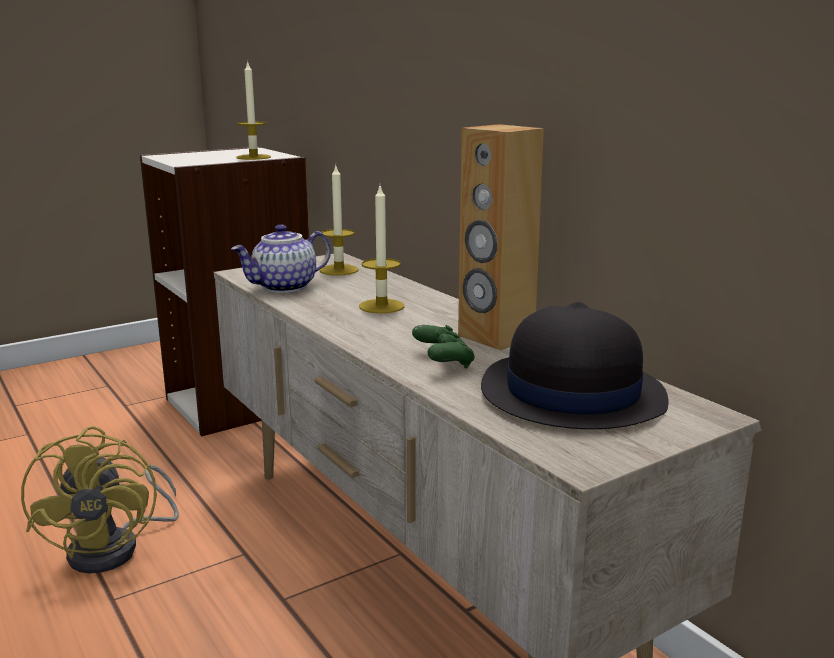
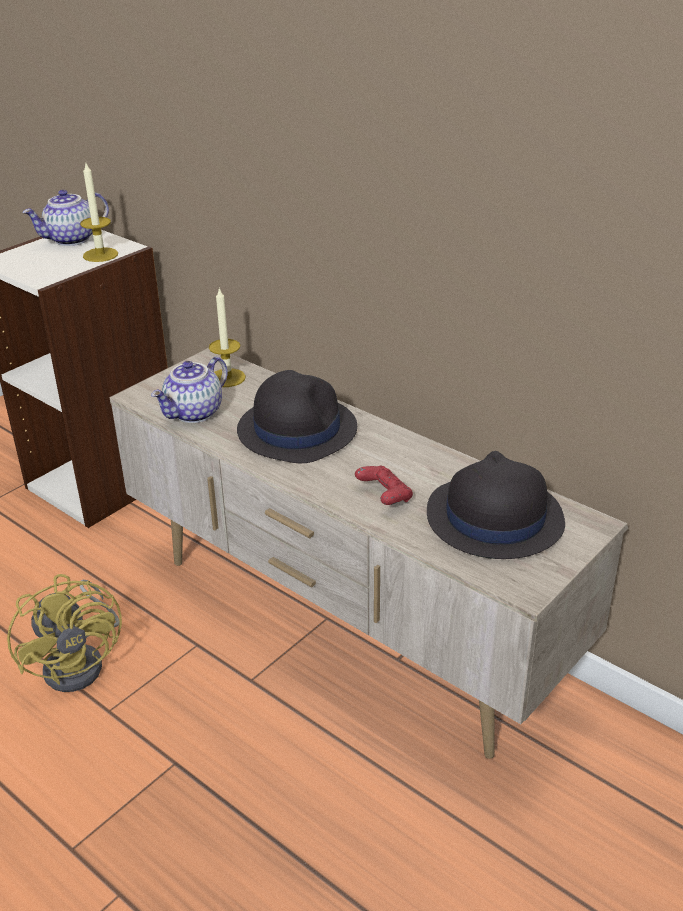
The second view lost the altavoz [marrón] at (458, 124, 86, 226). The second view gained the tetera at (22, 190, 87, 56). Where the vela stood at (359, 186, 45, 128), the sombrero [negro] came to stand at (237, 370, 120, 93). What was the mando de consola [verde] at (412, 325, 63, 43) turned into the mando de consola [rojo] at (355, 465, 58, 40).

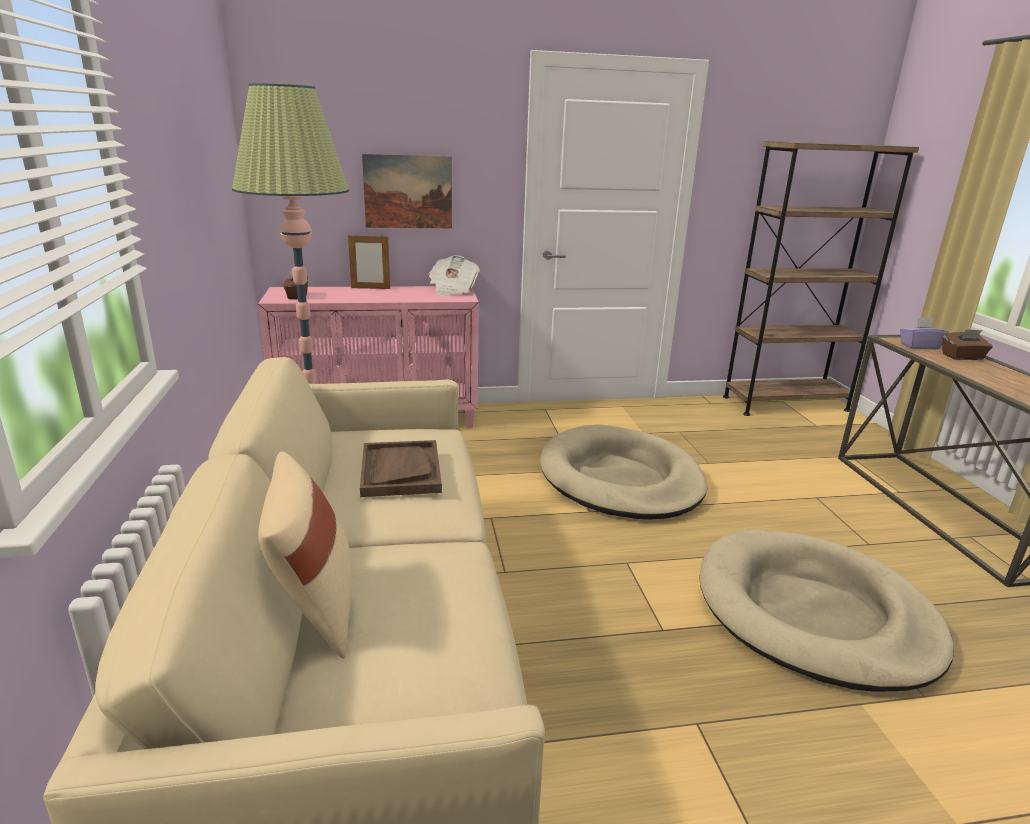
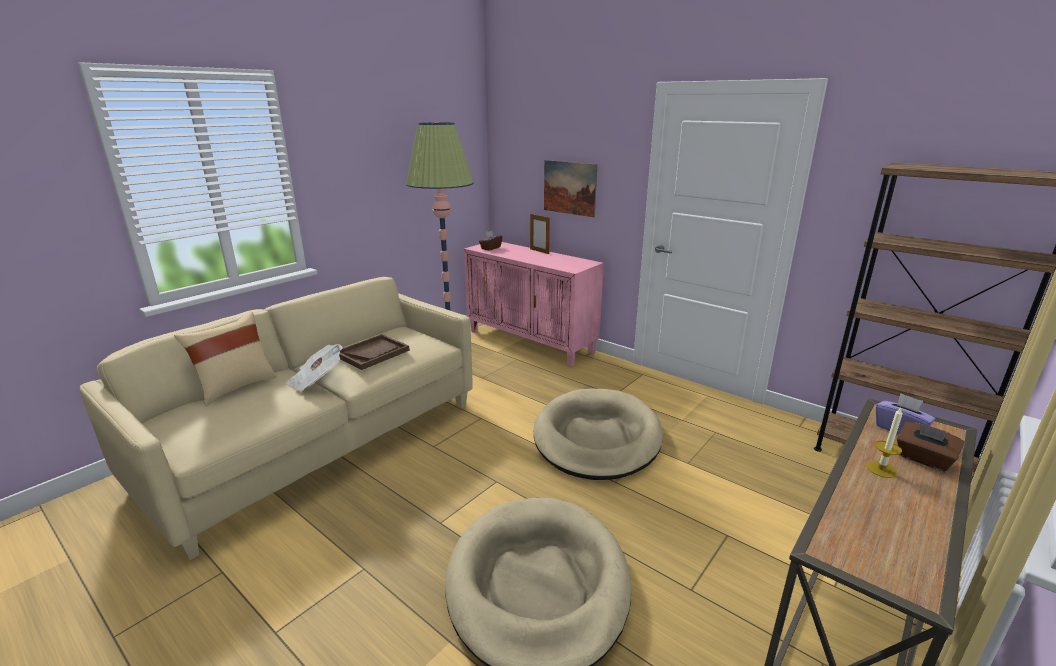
The second view gained the vela at (866, 408, 37, 70). The periódico ended up elsewhere, having gone from (428, 255, 52, 41) to (286, 344, 57, 47).

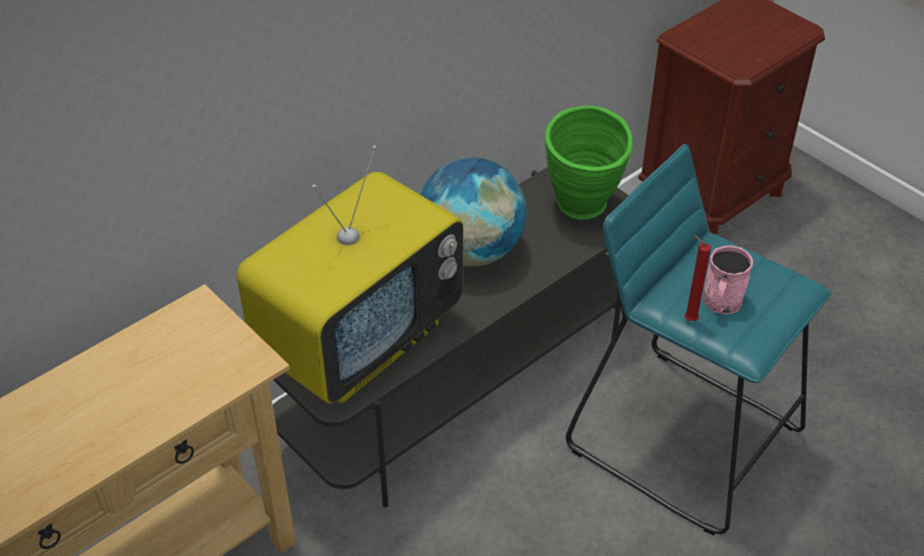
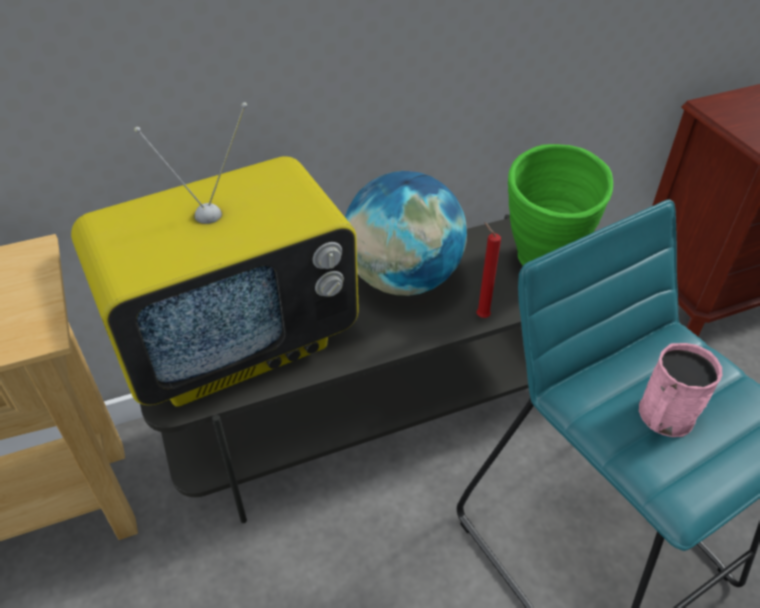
The vela [rojo] ended up elsewhere, having gone from (685, 235, 26, 86) to (476, 222, 25, 96).

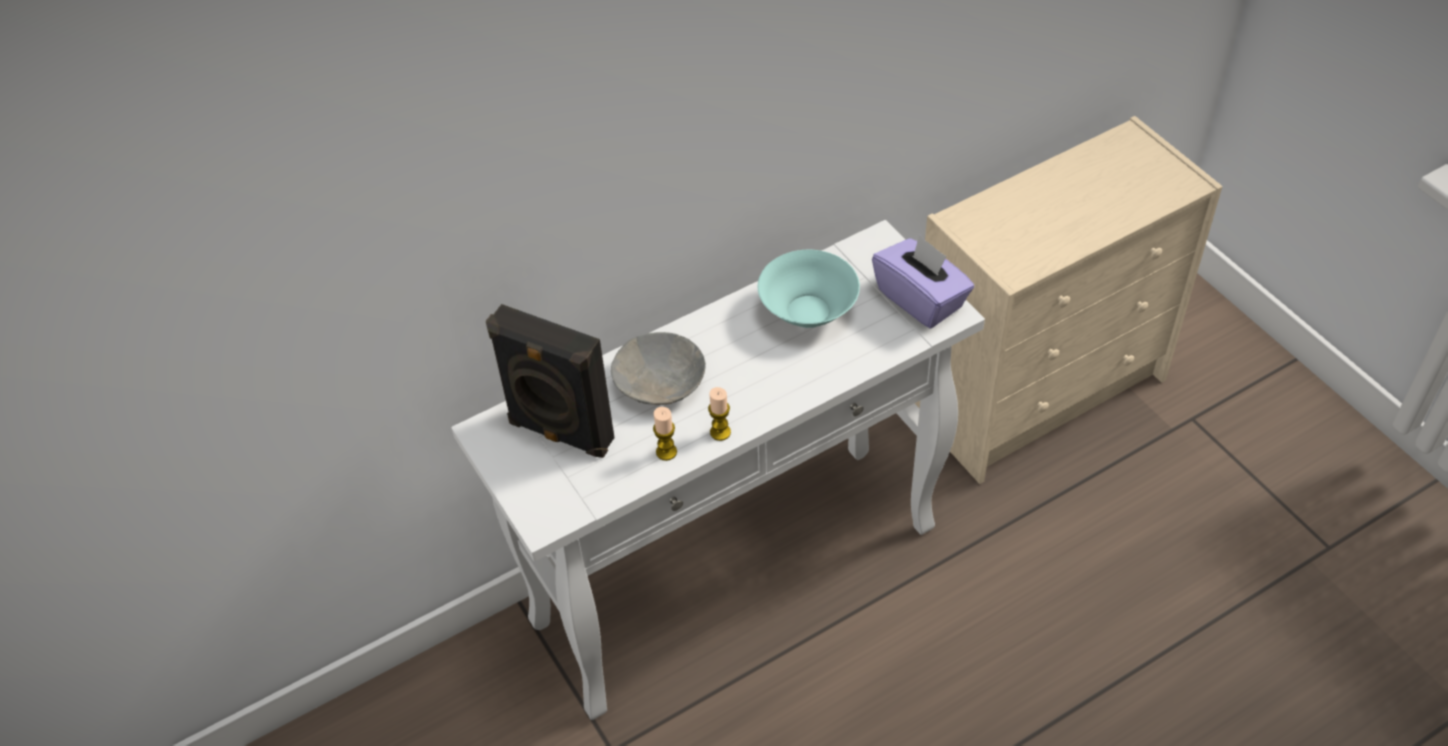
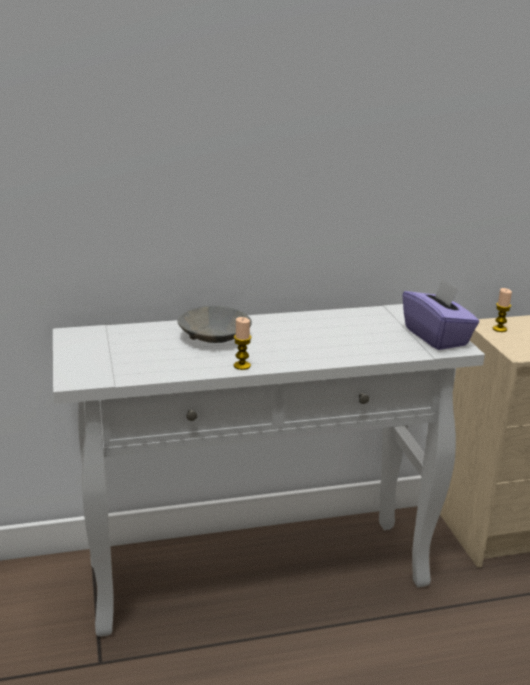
The second view lost the altavoz [negro] at (486, 304, 128, 154). The second view lost the cuenco [turquesa] at (758, 250, 102, 78). The vela ended up elsewhere, having gone from (653, 407, 24, 54) to (493, 288, 19, 44).

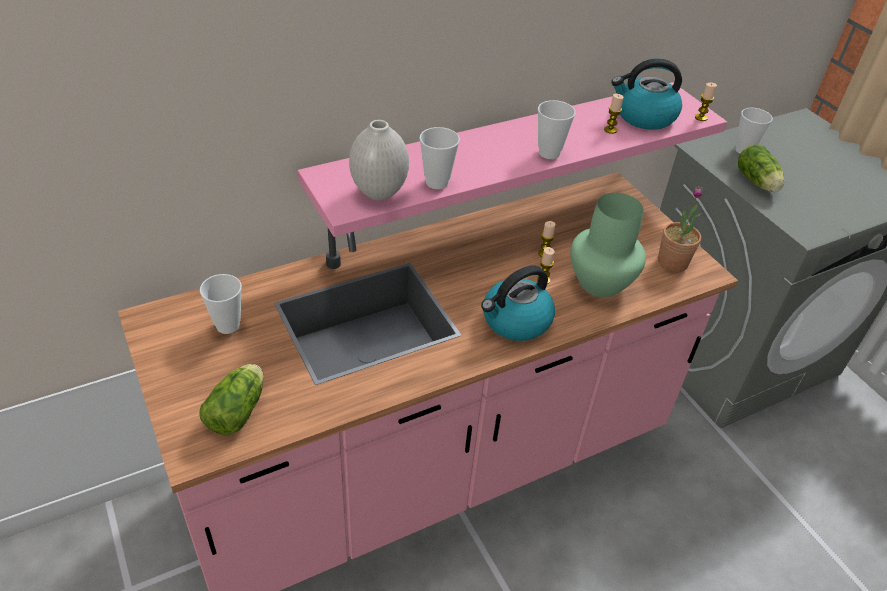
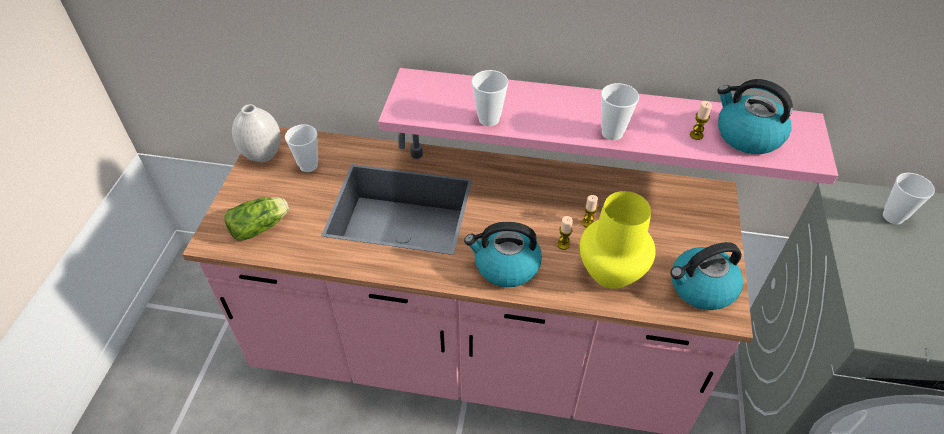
The second view lost the vela at (695, 83, 22, 38). The second view lost the lechuga at (738, 145, 46, 47). The florero [blanco] ended up elsewhere, having gone from (349, 120, 60, 81) to (232, 104, 49, 58). Where the planta en maceta stood at (658, 186, 45, 86), the hervidor came to stand at (670, 242, 73, 68). What was the florero [verde] at (570, 193, 76, 105) turned into the florero [amarillo] at (580, 191, 76, 98).

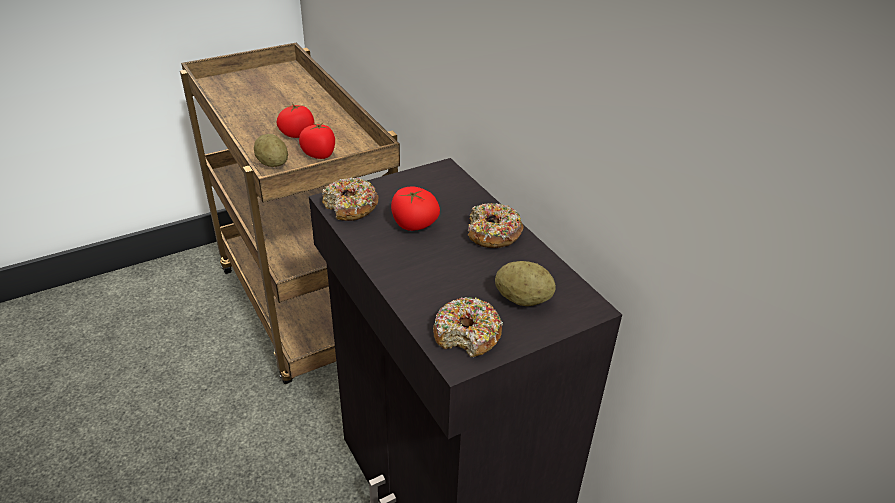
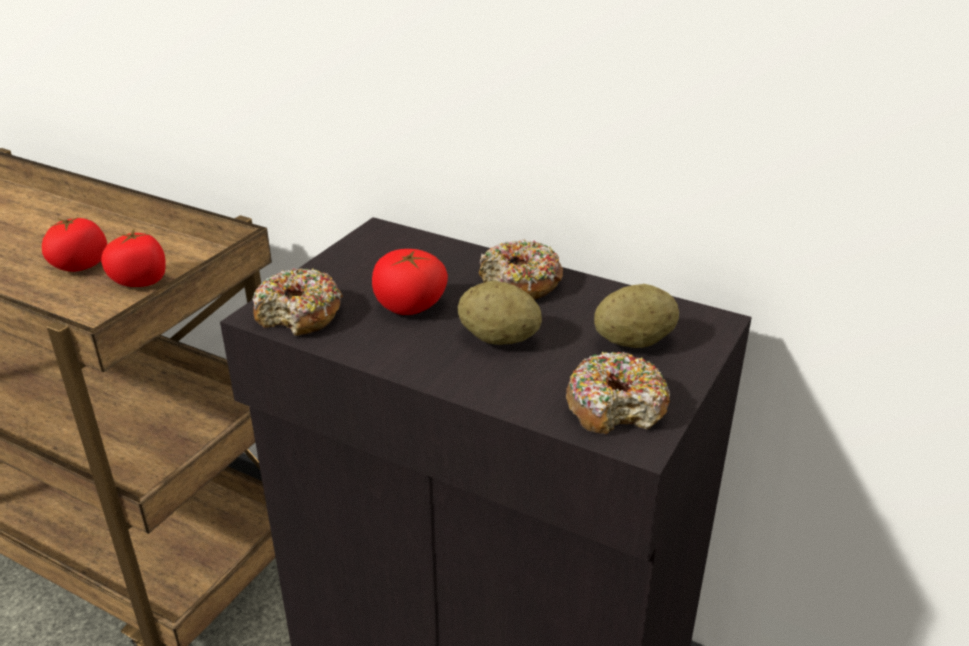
The patata ended up elsewhere, having gone from (254, 134, 34, 33) to (458, 281, 84, 64).

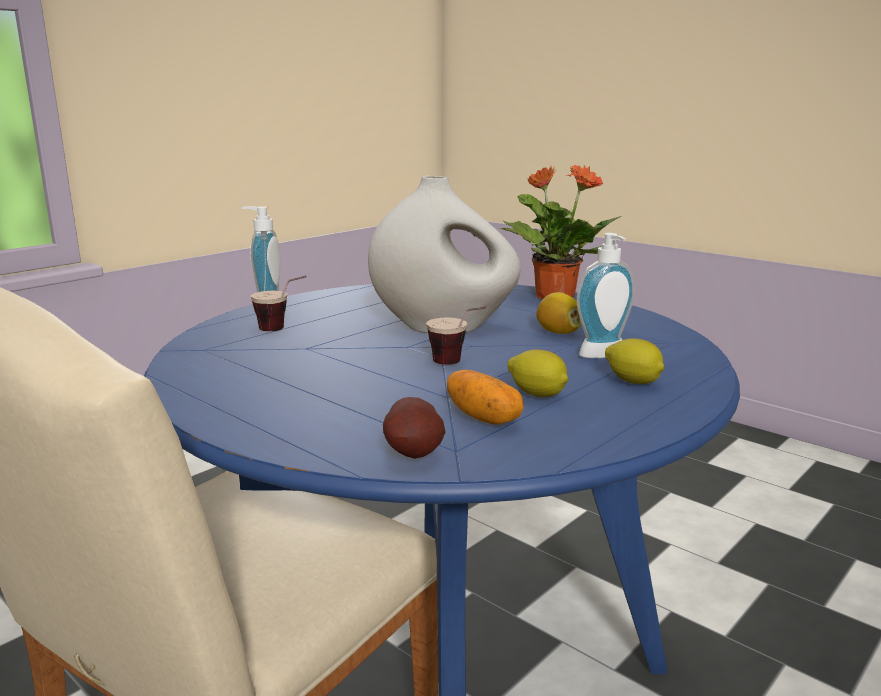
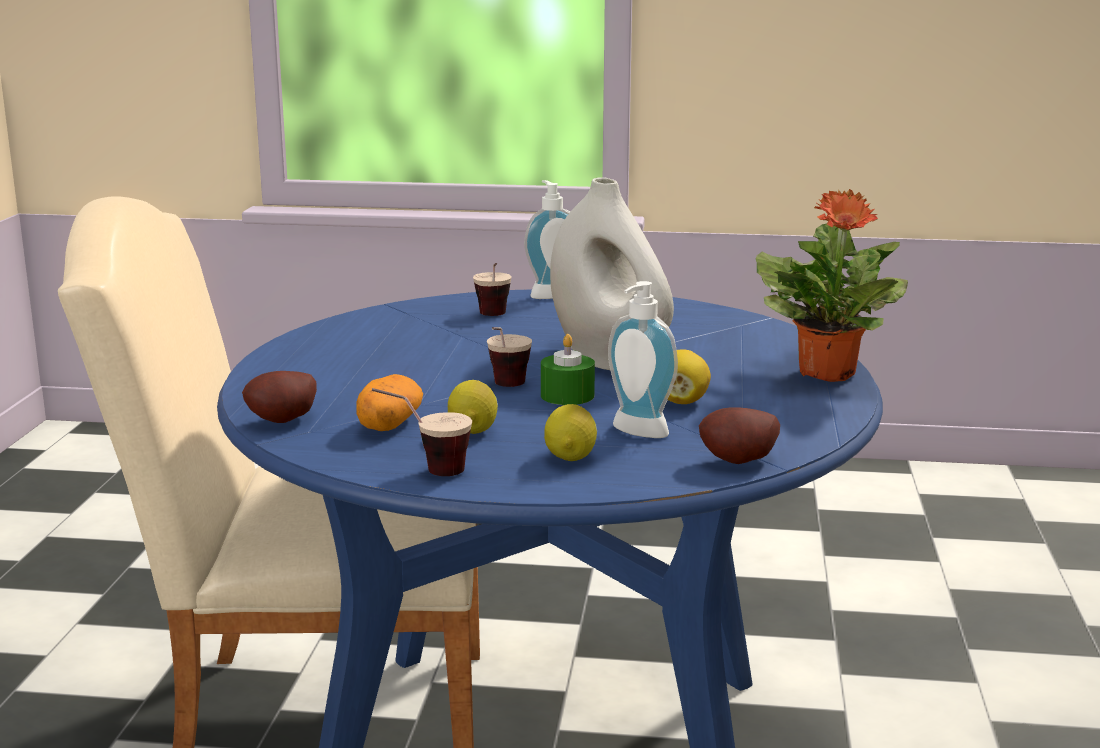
The second view gained the taza at (372, 388, 100, 88). The second view gained the vela [verde] at (541, 334, 54, 71). The second view gained the patata at (699, 407, 81, 57).

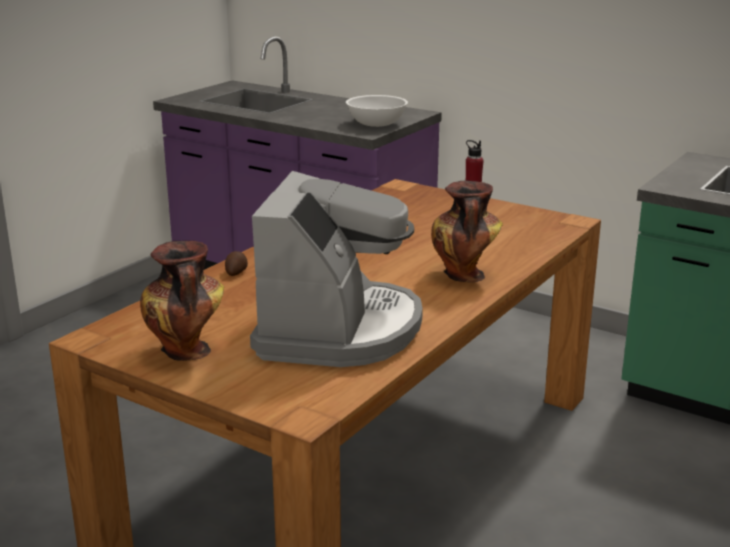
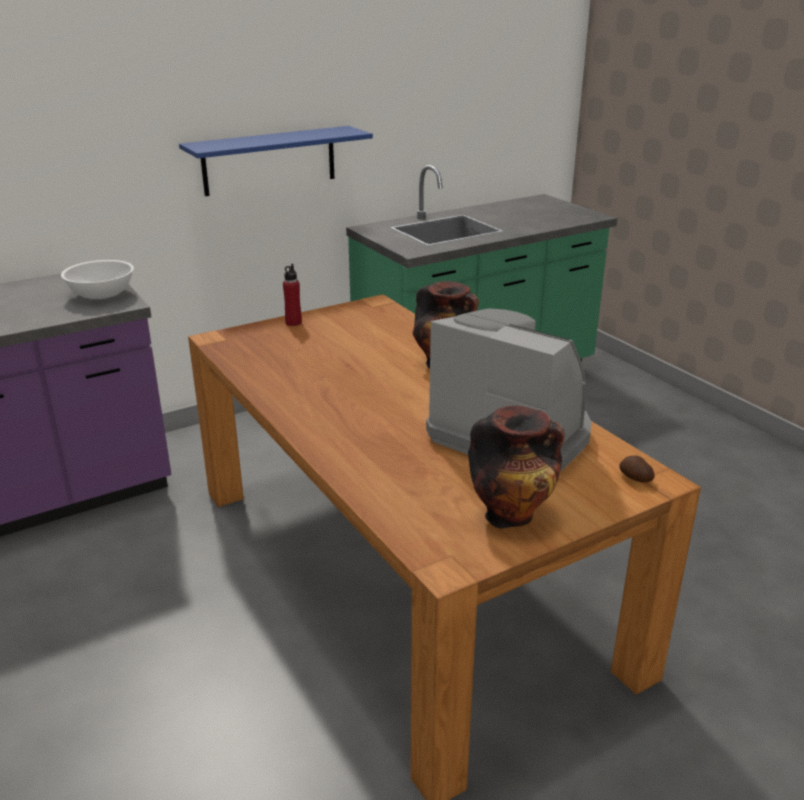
The second view gained the estante [azul] at (179, 126, 194, 70). The patata ended up elsewhere, having gone from (225, 251, 23, 25) to (619, 456, 36, 26).

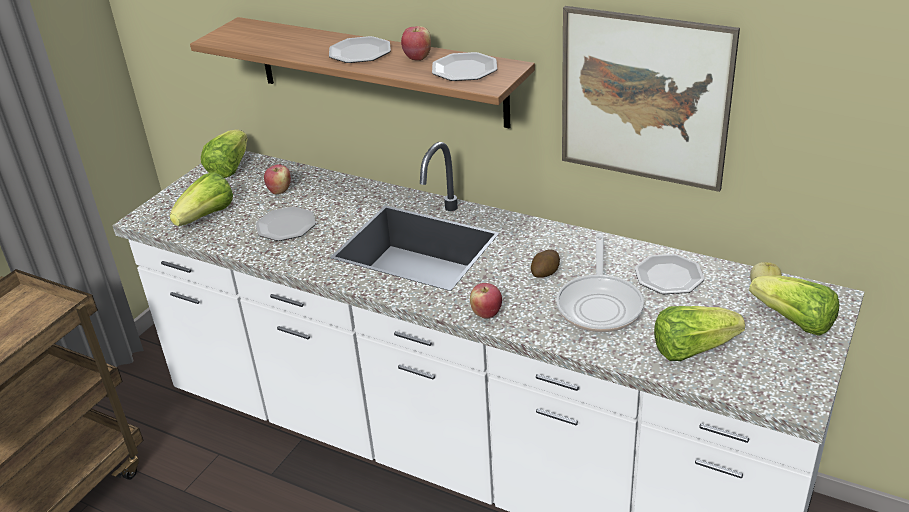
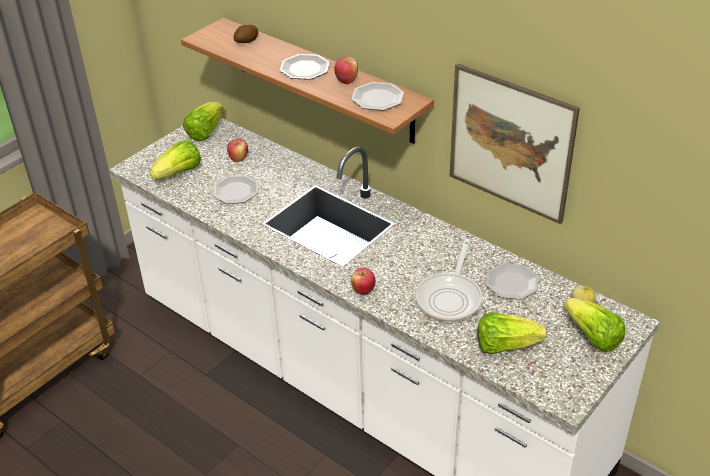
The patata ended up elsewhere, having gone from (531, 249, 29, 29) to (233, 25, 25, 18).

